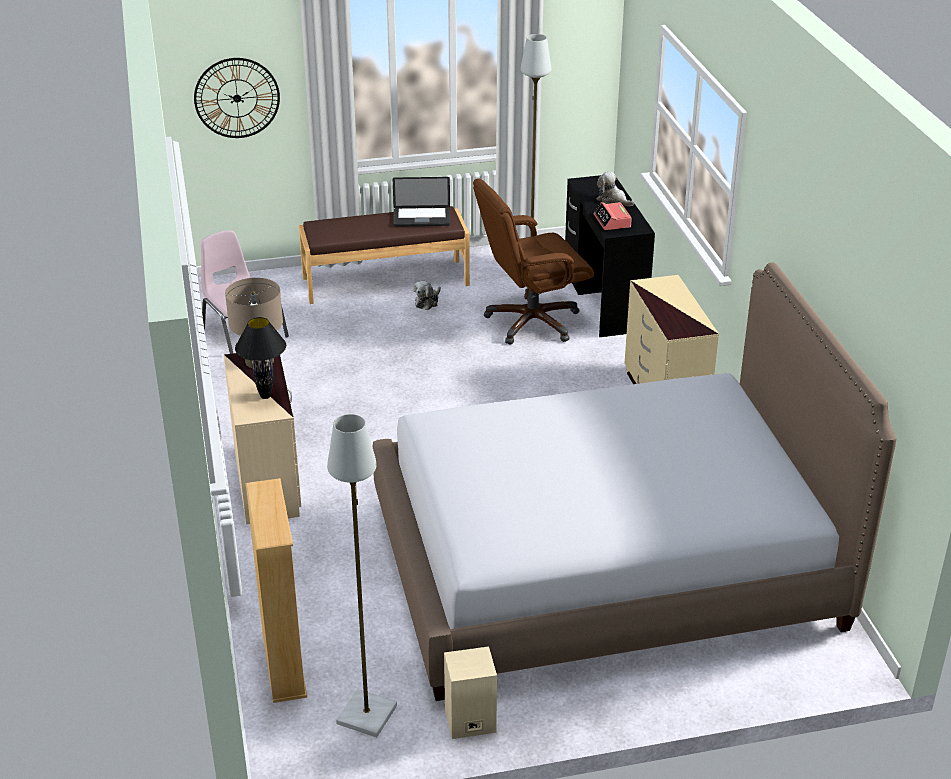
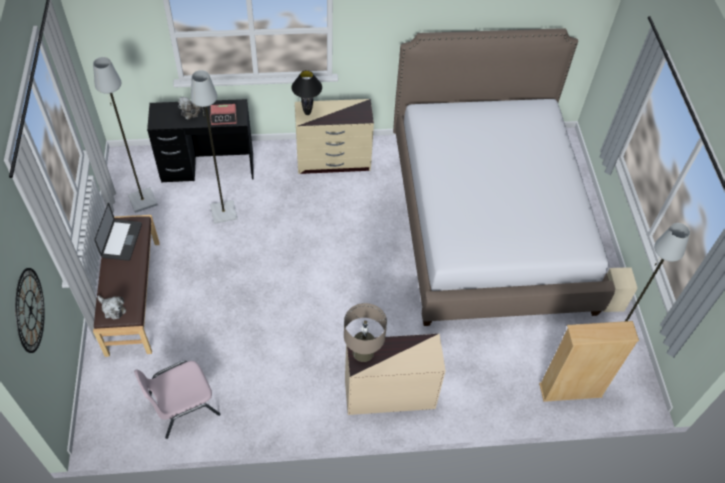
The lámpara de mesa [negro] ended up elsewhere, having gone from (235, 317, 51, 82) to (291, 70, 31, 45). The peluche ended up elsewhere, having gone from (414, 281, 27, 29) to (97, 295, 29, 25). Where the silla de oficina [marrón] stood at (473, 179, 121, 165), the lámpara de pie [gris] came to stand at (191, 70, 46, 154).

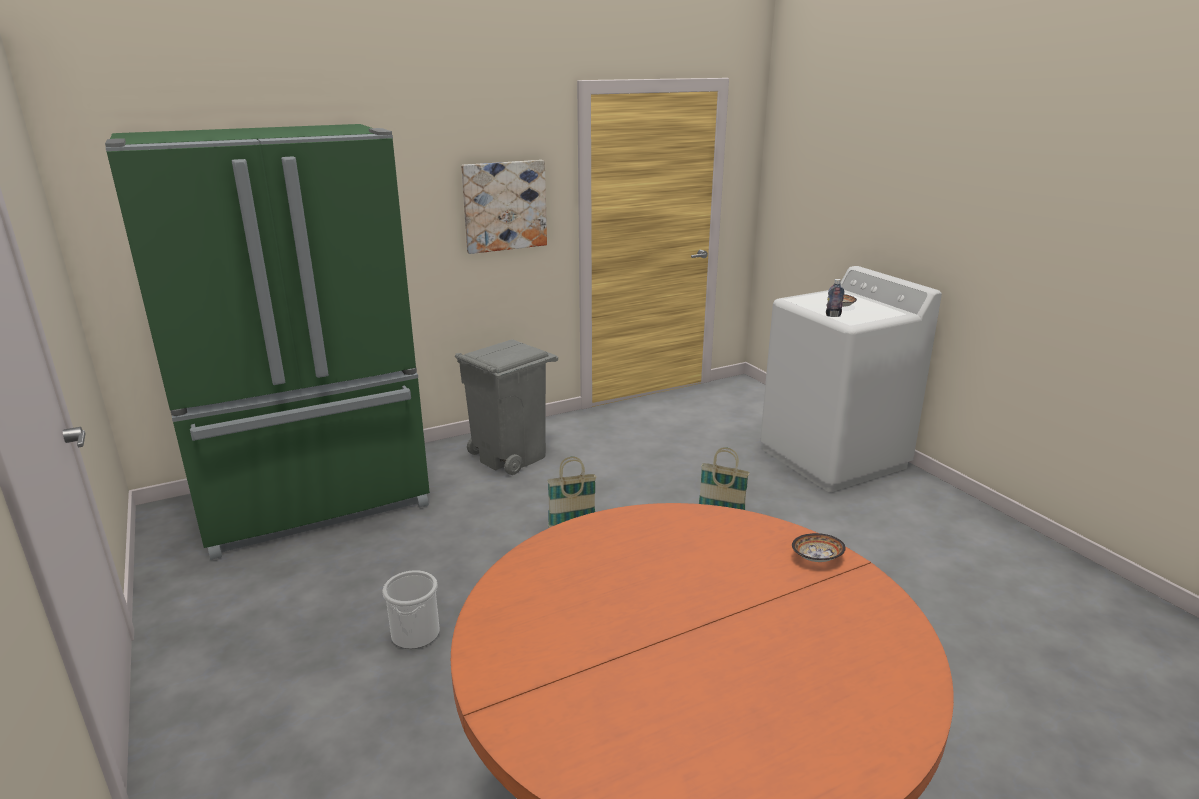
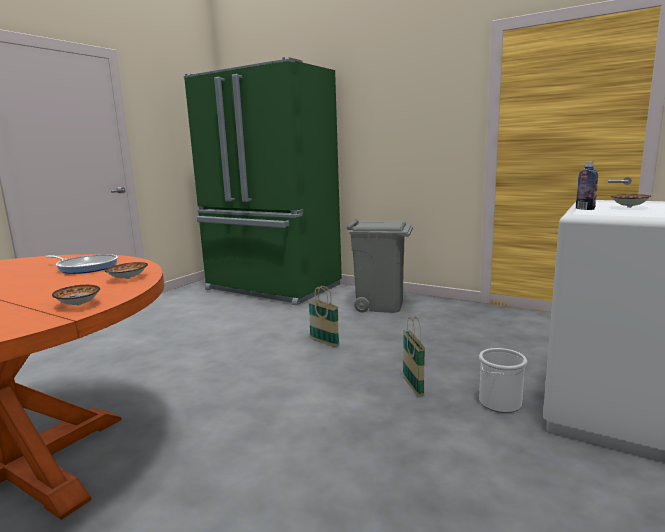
The second view lost the cuadro at (461, 160, 86, 94). The second view gained the sartén at (45, 254, 73, 20). The second view gained the cuenco at (105, 262, 43, 17). The cubo ended up elsewhere, having gone from (382, 570, 58, 79) to (479, 348, 48, 65).

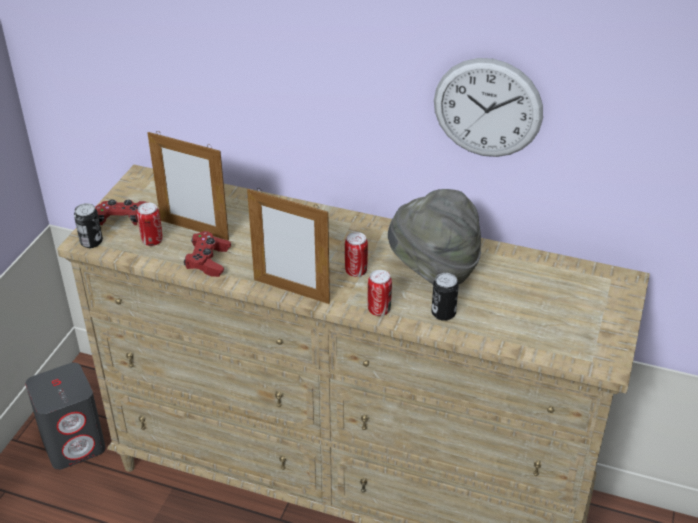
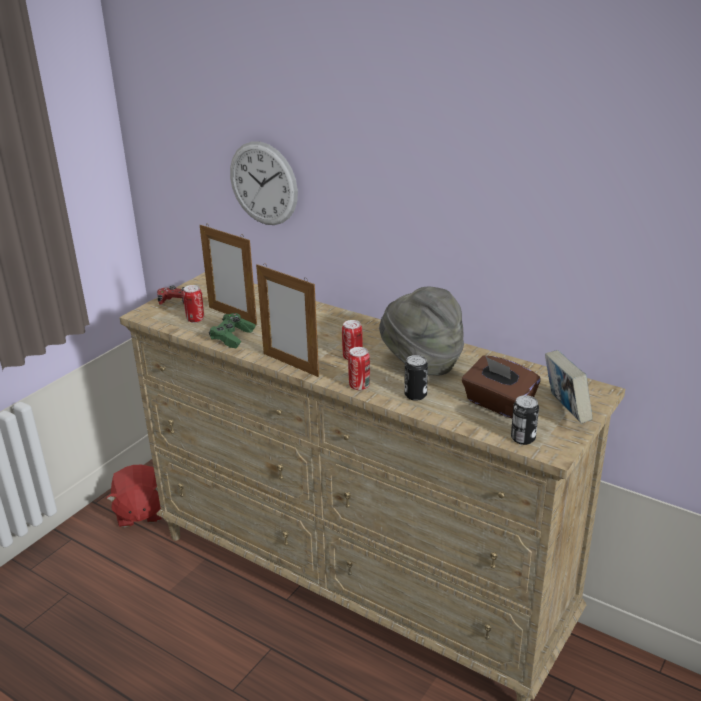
The second view gained the caja de pañuelos [marrón] at (462, 356, 79, 62). The second view gained the libro at (545, 350, 47, 73). The lata ended up elsewhere, having gone from (74, 203, 29, 45) to (511, 395, 28, 50). The reloj de pared ended up elsewhere, having gone from (434, 58, 109, 99) to (230, 141, 68, 84). Where the altavoz [gris] stood at (25, 363, 81, 107), the peluche [rojo] came to stand at (106, 465, 56, 63). What was the mando de consola [rojo] at (184, 231, 47, 46) turned into the mando de consola [verde] at (209, 313, 47, 35).

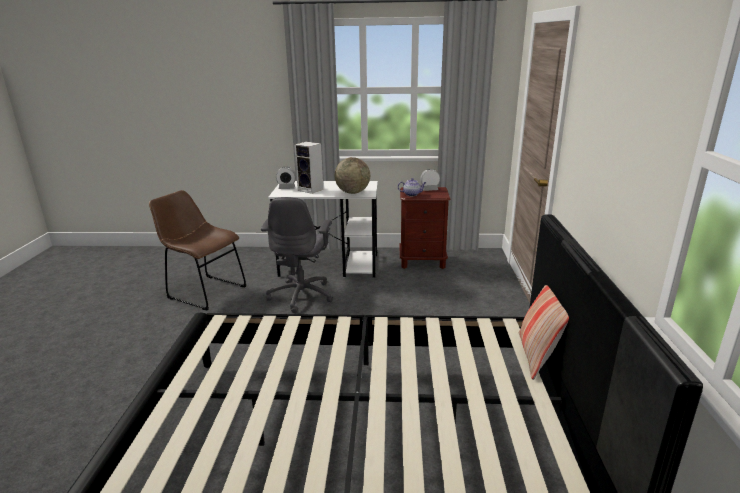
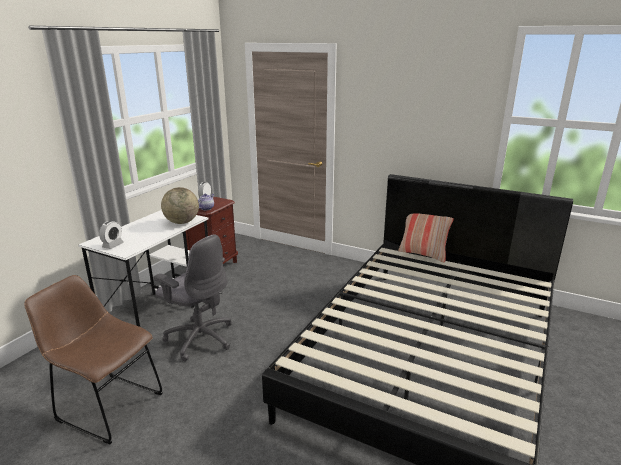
The second view lost the altavoz at (294, 141, 29, 53). The silla [marrón] at (149, 190, 97, 120) ended up facing another way, 60 degrees clockwise from before.

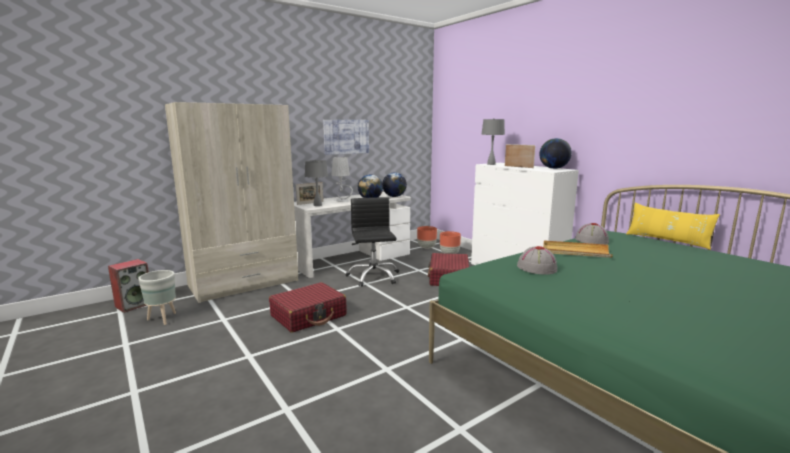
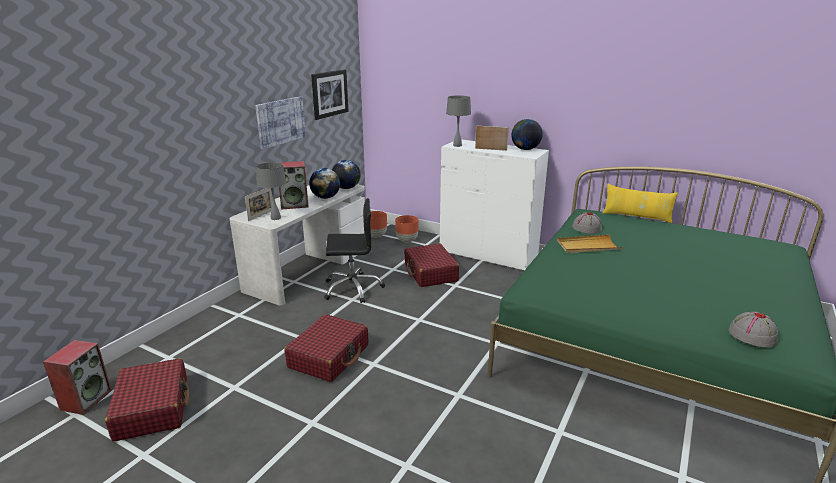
The second view lost the armario ropero [beis] at (165, 102, 133, 201). The second view gained the cuadro at (311, 69, 38, 51). The sombrero [gris] ended up elsewhere, having gone from (517, 246, 40, 29) to (729, 312, 49, 35). Where the maceta [gris] stood at (138, 270, 38, 55), the maleta [rojo] came to stand at (105, 358, 85, 84). Where the lámpara de mesa [gris] stood at (331, 157, 22, 45), the altavoz came to stand at (279, 161, 30, 49). The silla de oficina [negro] at (345, 197, 54, 89) ended up facing another way, 120 degrees clockwise from before.

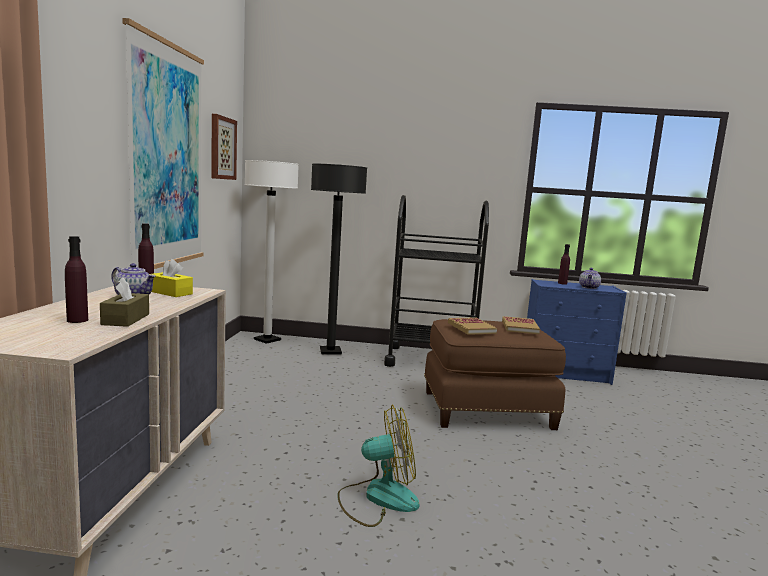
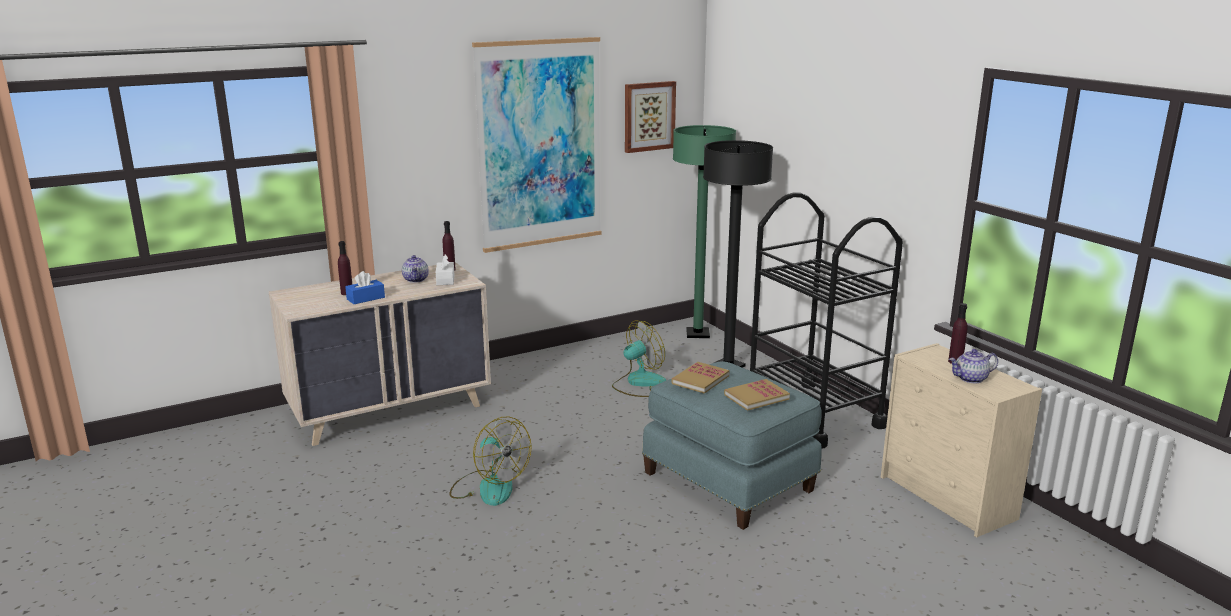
The second view gained the ventilador at (612, 321, 54, 76). What was the caja de pañuelos [marrón] at (100, 277, 49, 50) turned into the caja de pañuelos [azul] at (345, 271, 40, 33). What was the caja de pañuelos [amarillo] at (150, 259, 43, 38) turned into the caja de pañuelos [blanco] at (436, 254, 19, 31). What was the lámpara de pie [blanco] at (244, 160, 55, 184) turned into the lámpara de pie [verde] at (673, 125, 63, 213). What was the puf [marrón] at (424, 319, 142, 111) turned into the puf [azul] at (642, 361, 180, 169). What was the cómoda [azul] at (527, 279, 100, 106) turned into the cómoda [beis] at (881, 343, 161, 194).

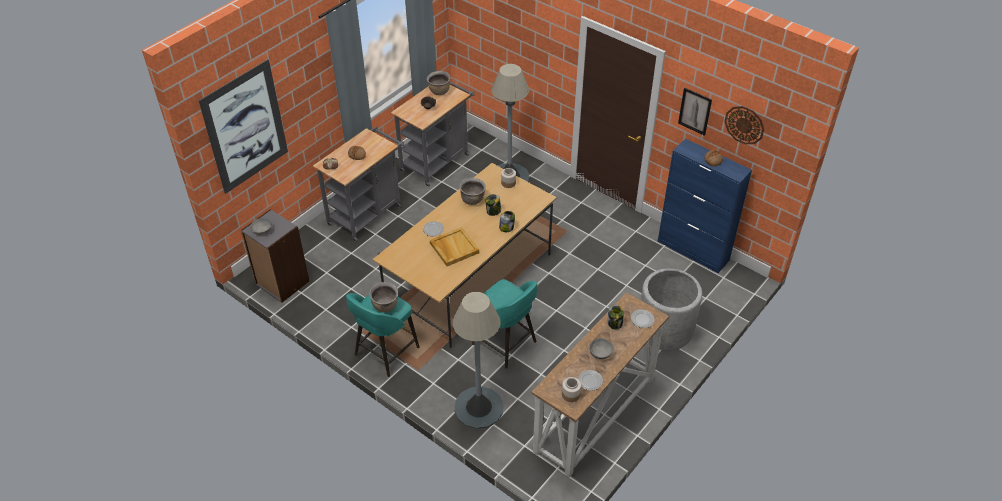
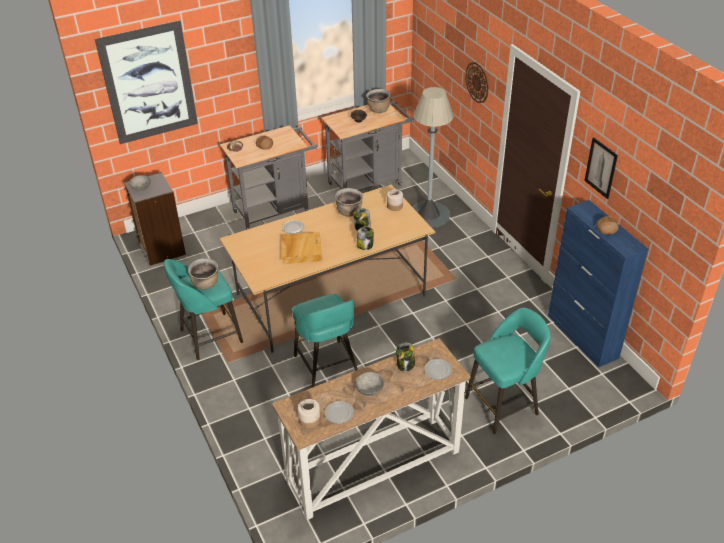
The second view lost the lámpara de pie [gris] at (453, 292, 50, 137). The reloj de pared ended up elsewhere, having gone from (724, 106, 40, 38) to (465, 62, 24, 41). Where the maceta [gris] stood at (641, 268, 61, 82), the taburete [turquesa] came to stand at (465, 308, 86, 126).

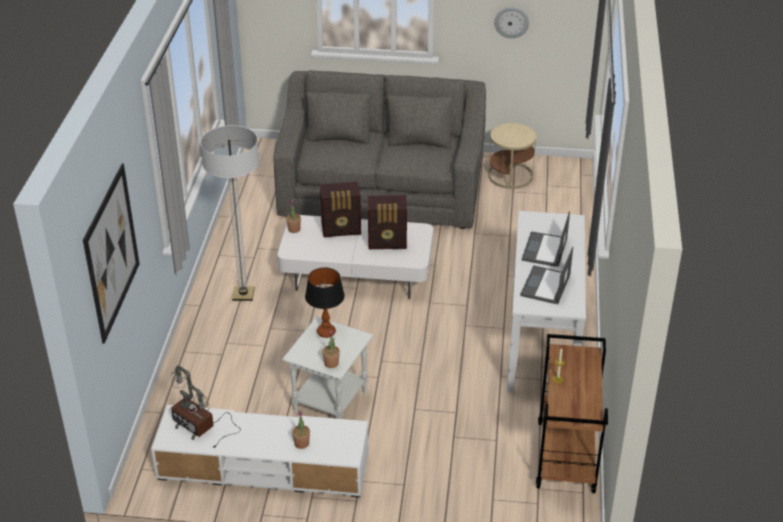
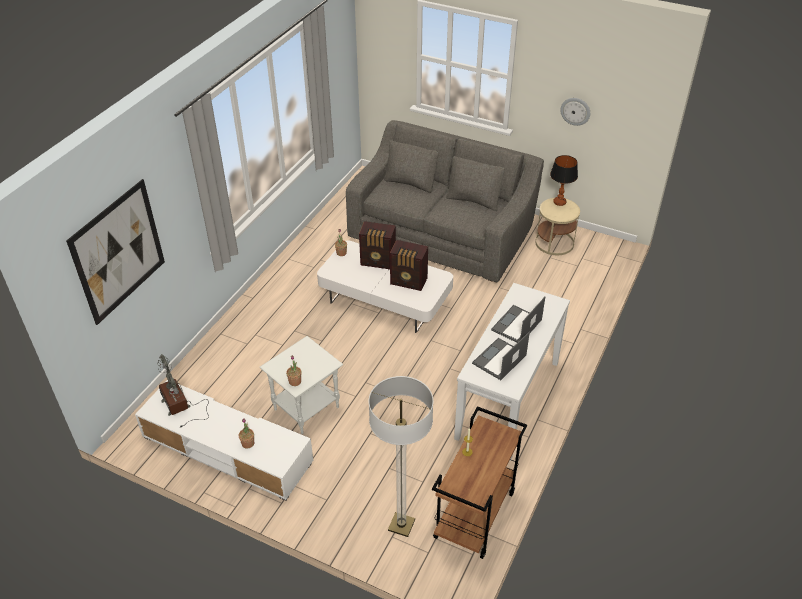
The lámpara de pie ended up elsewhere, having gone from (200, 125, 59, 176) to (369, 376, 65, 161). The lámpara de mesa ended up elsewhere, having gone from (305, 267, 40, 71) to (550, 155, 28, 51).

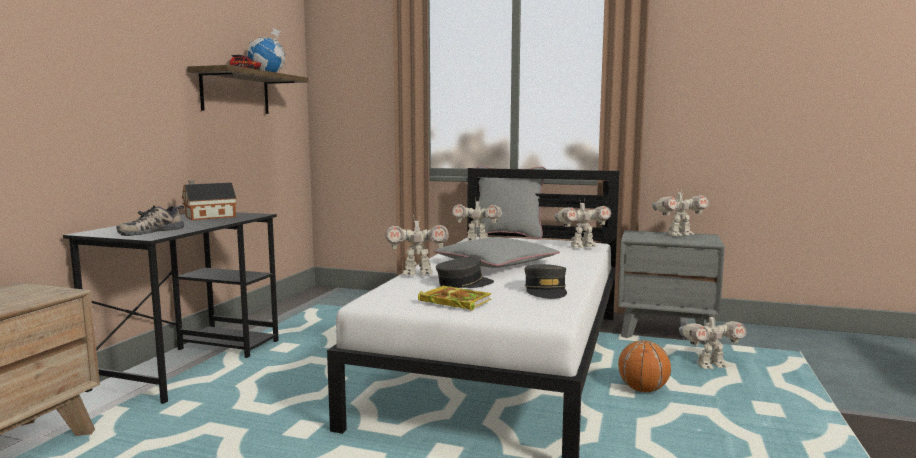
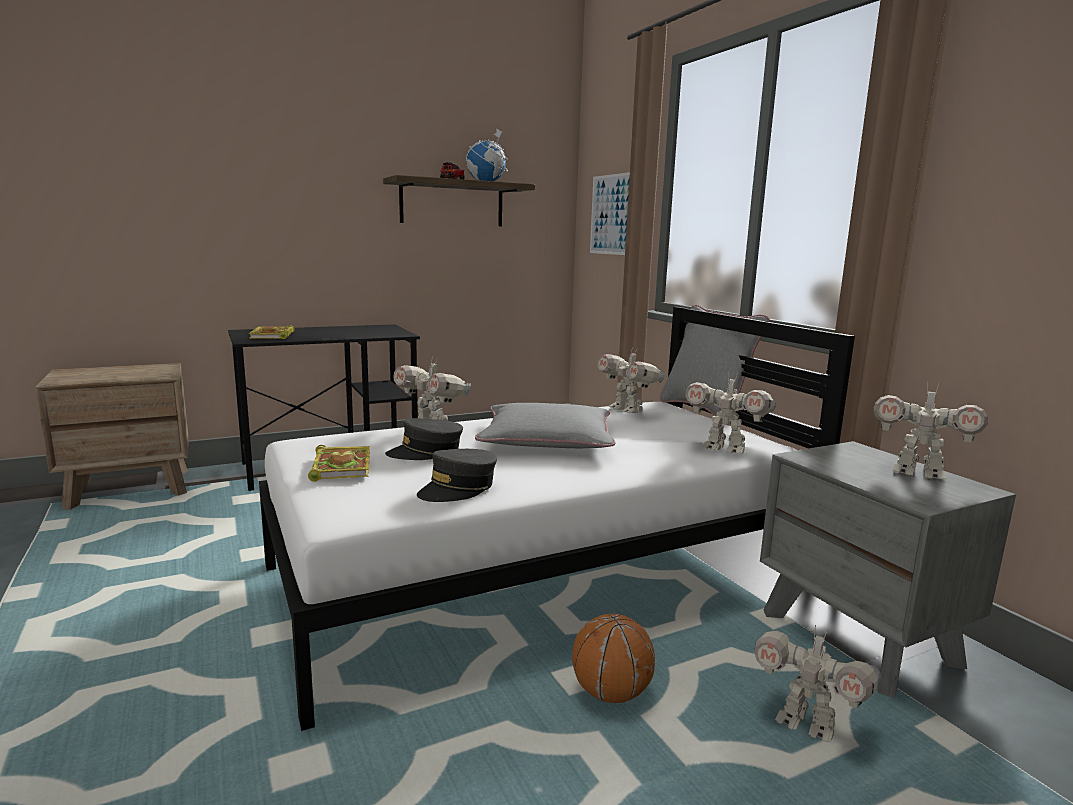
The second view lost the casita at (182, 180, 55, 40). The second view gained the cuadro at (590, 172, 40, 83). Where the zapato stood at (116, 205, 68, 31), the libro came to stand at (249, 325, 46, 14). The gorra [gris] at (436, 256, 58, 32) ended up facing another way, 135 degrees clockwise from before.

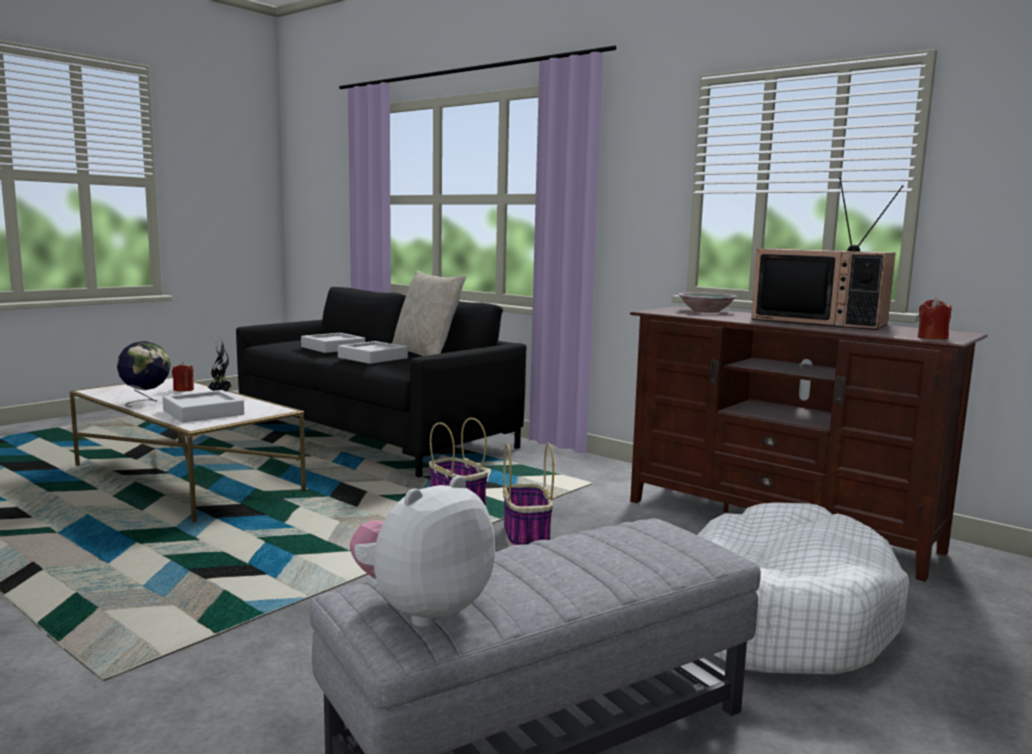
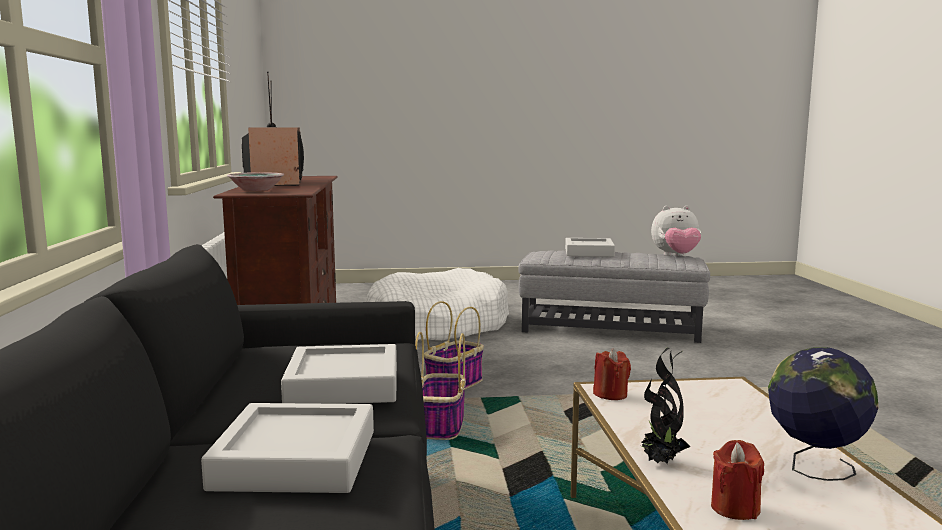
The second view lost the cojín [beis] at (392, 270, 74, 86). The bandeja [gris] ended up elsewhere, having gone from (163, 390, 81, 32) to (565, 238, 50, 19). The vela [rojo] ended up elsewhere, having gone from (918, 298, 34, 42) to (593, 348, 38, 52).

